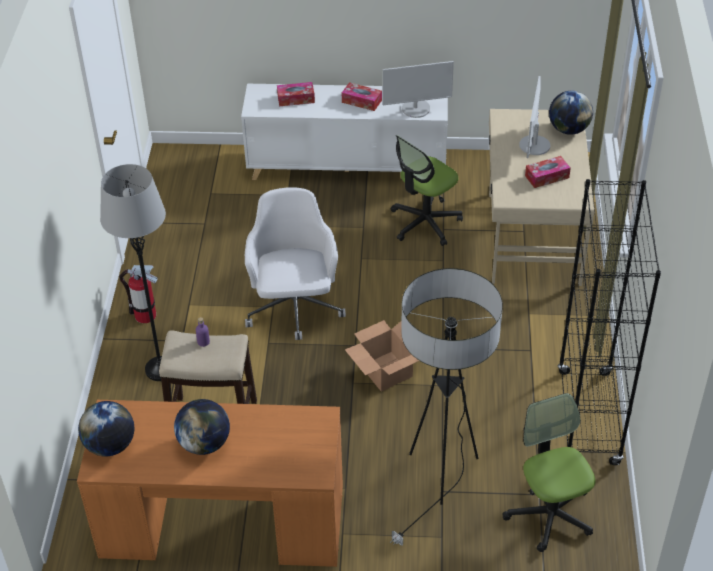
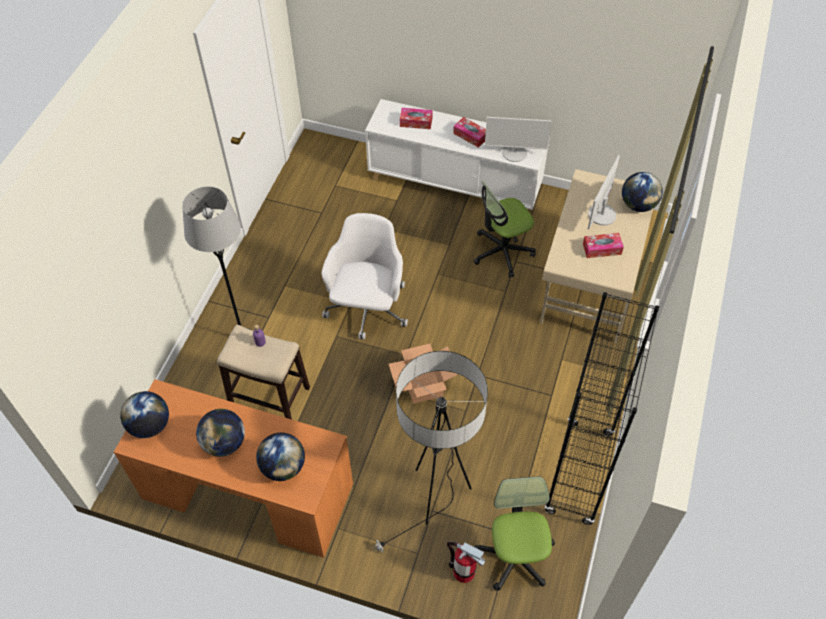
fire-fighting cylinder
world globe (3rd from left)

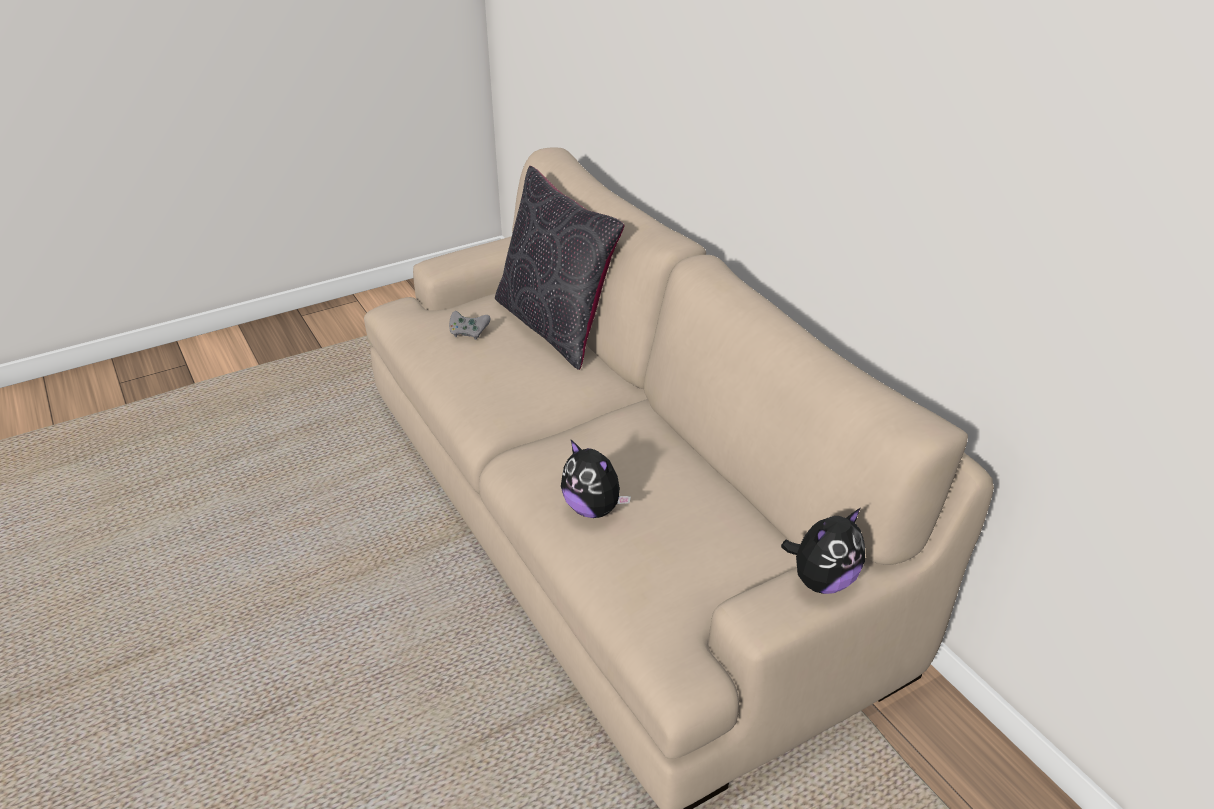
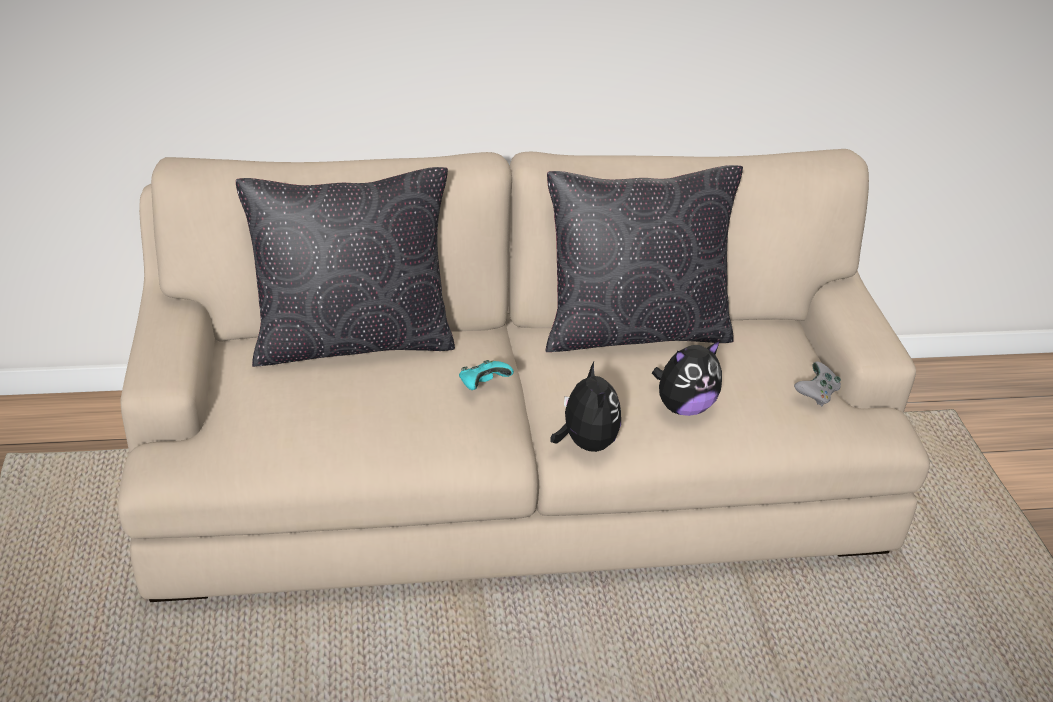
gray gamepad
cuddly toy (1st from left)
turquoise-coloured gamepad
black-coloured throw pillow (2nd from left)

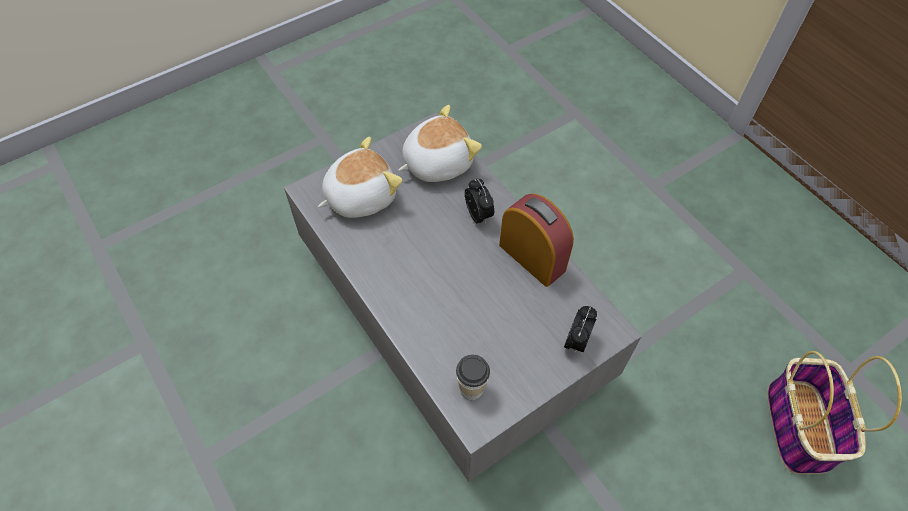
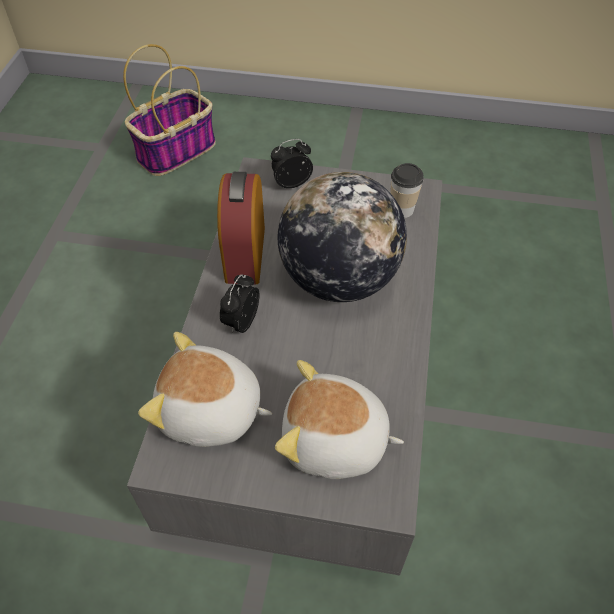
world globe

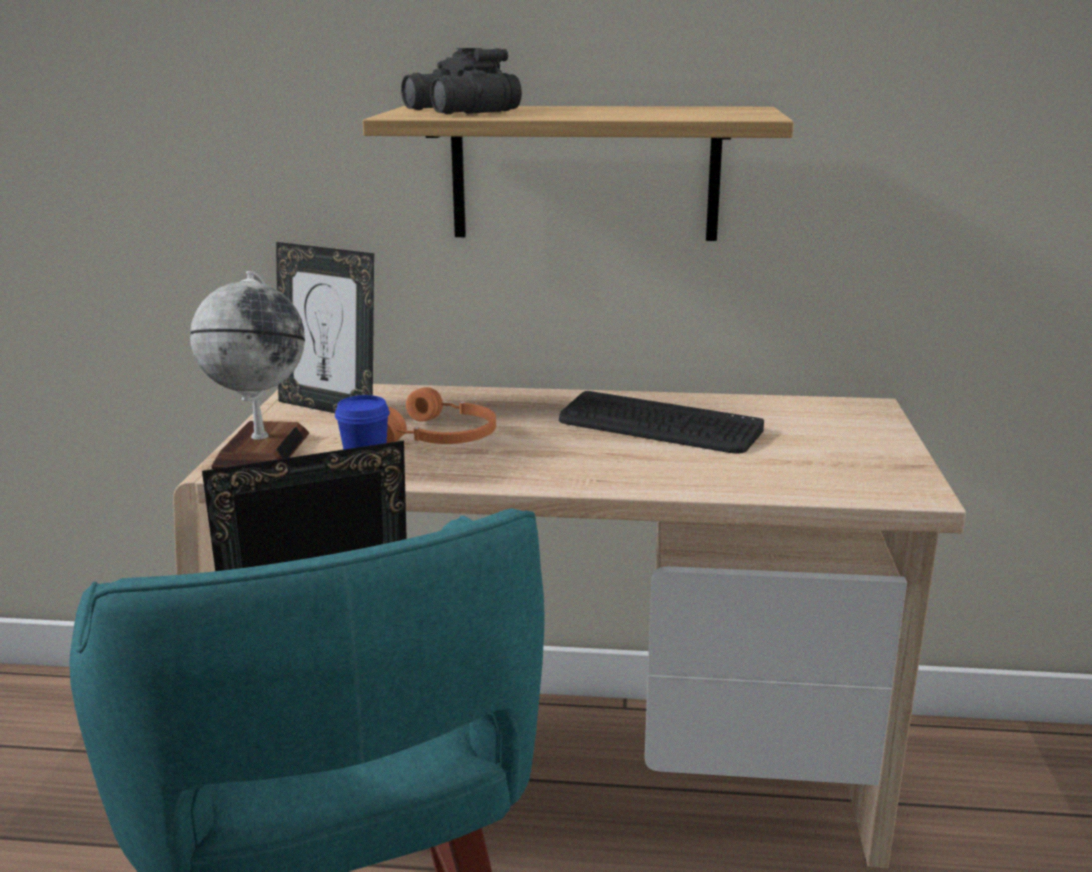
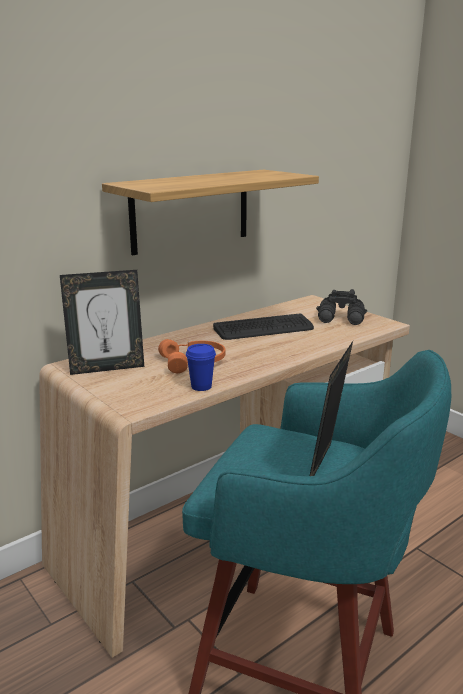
world globe
black-coloured binoculars

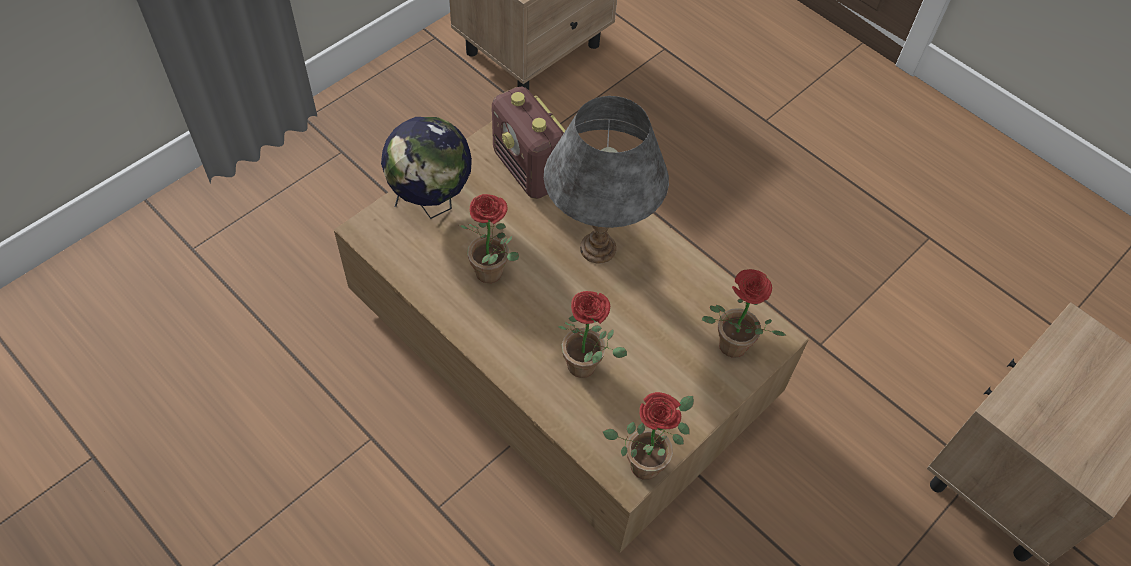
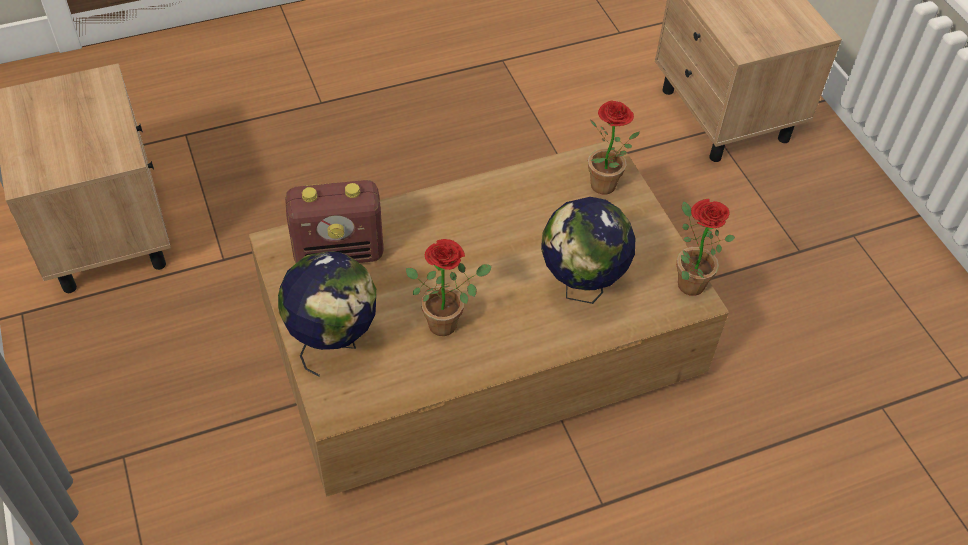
gray lamp for a table
world globe (2nd from left)

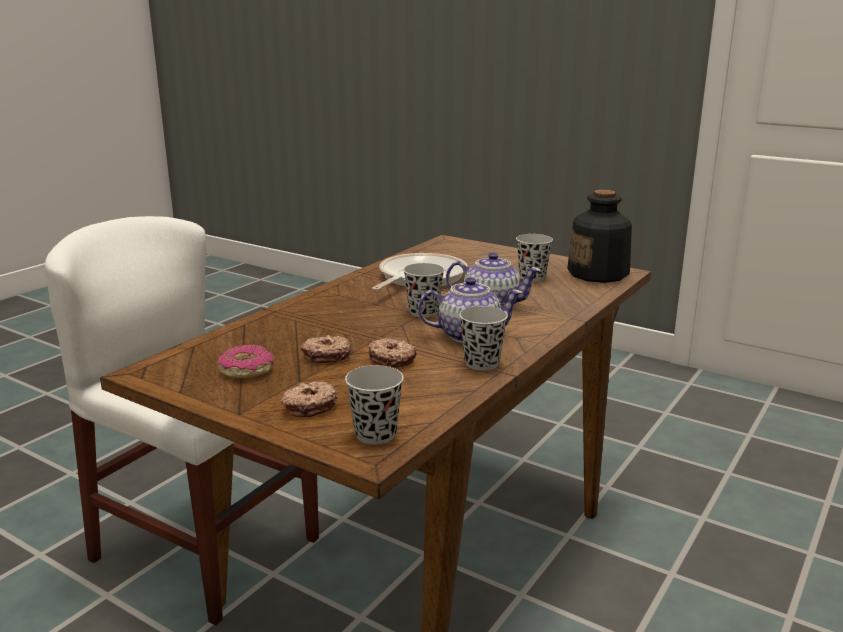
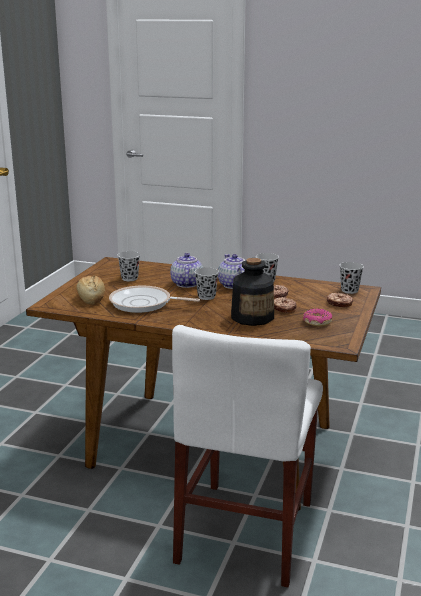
drink bottle
bread

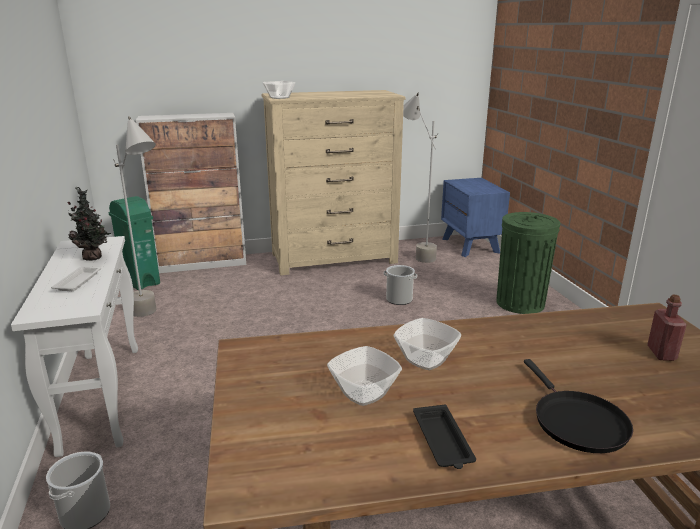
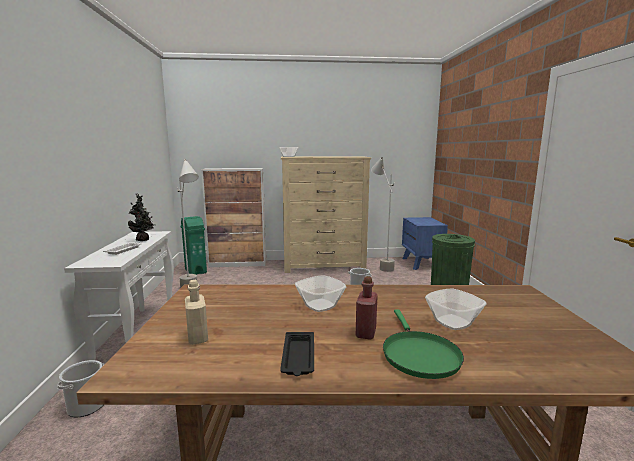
serving bowl (3rd from left)
green skillet
red-coloured drink bottle
sand-coloured drink bottle

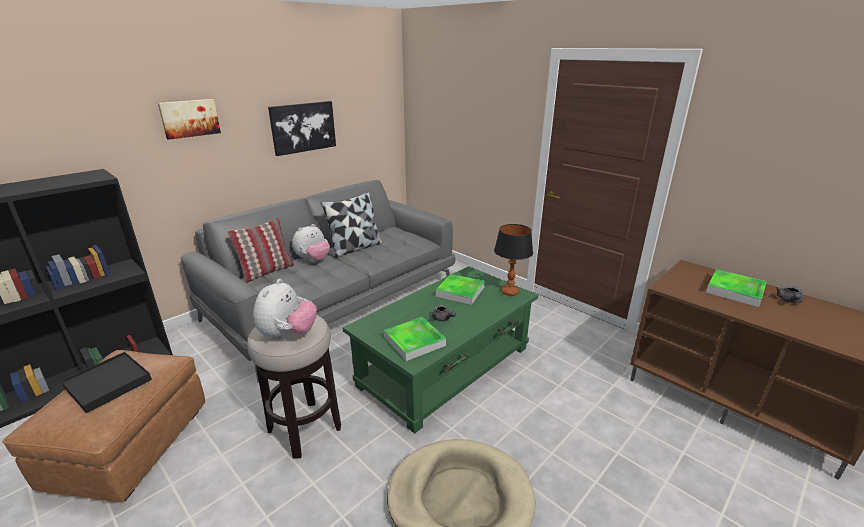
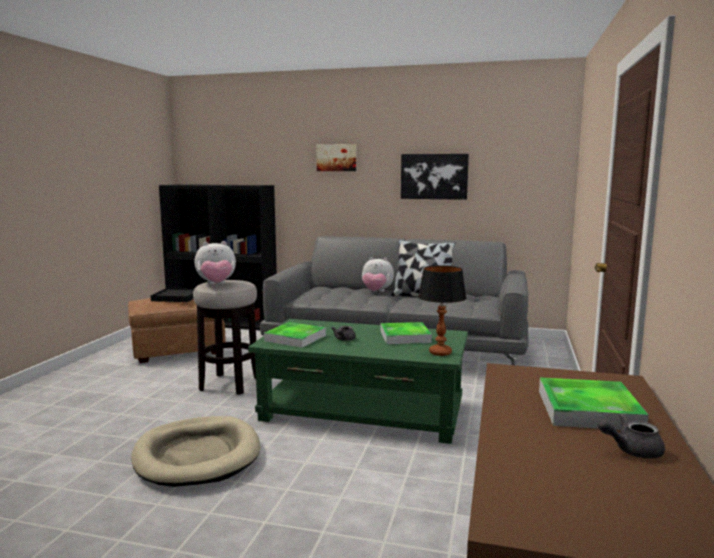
throw pillow (1st from left in the first image)

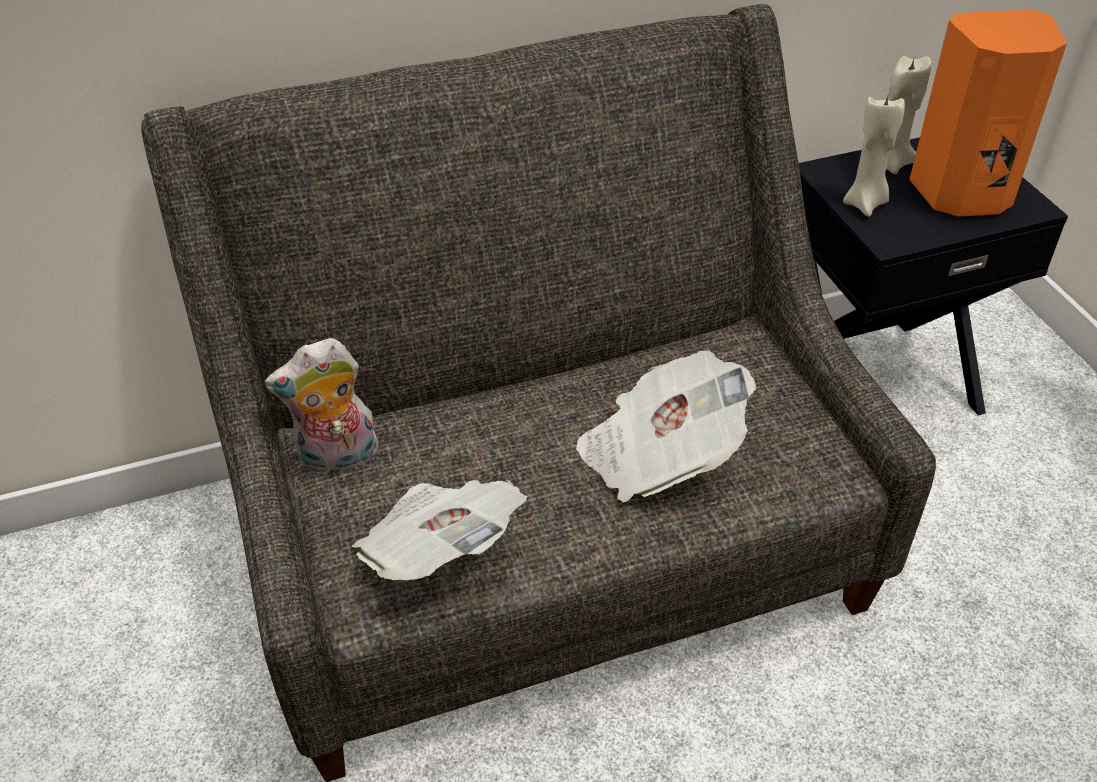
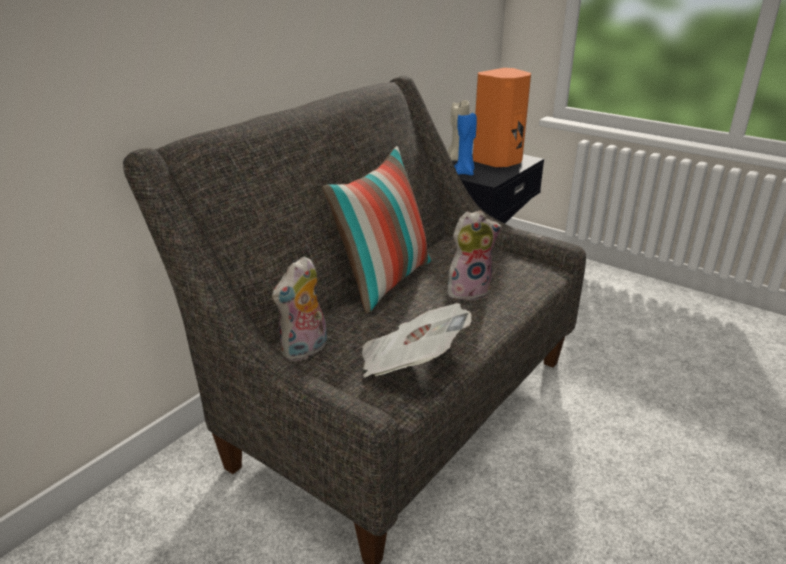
cuddly toy (2nd from left)
blue-coloured wax candle
throw pillow

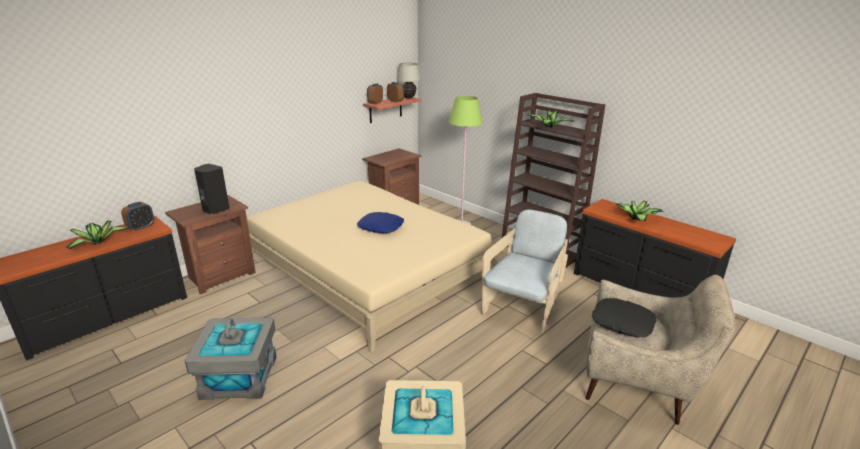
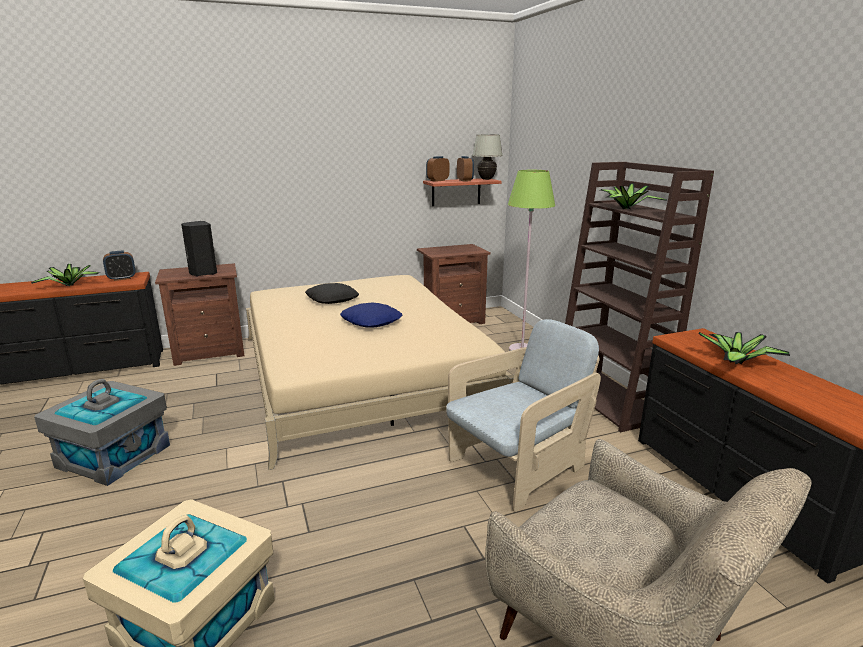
black-coloured throw pillow

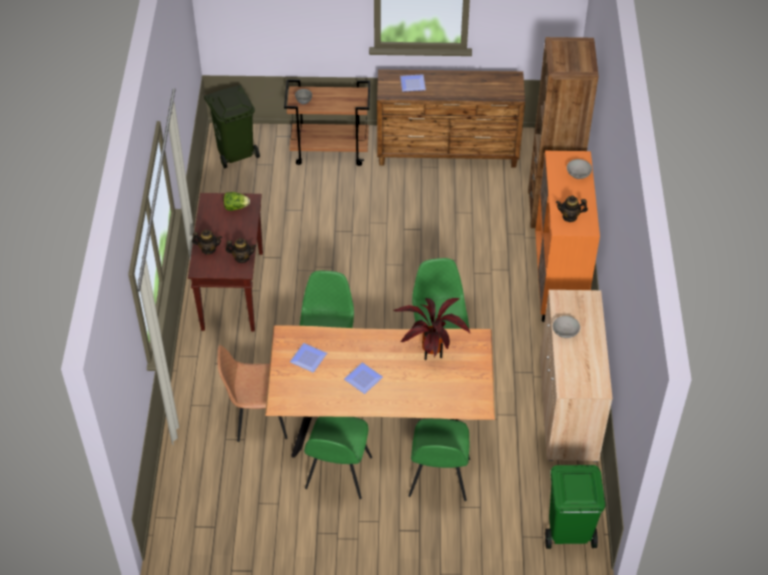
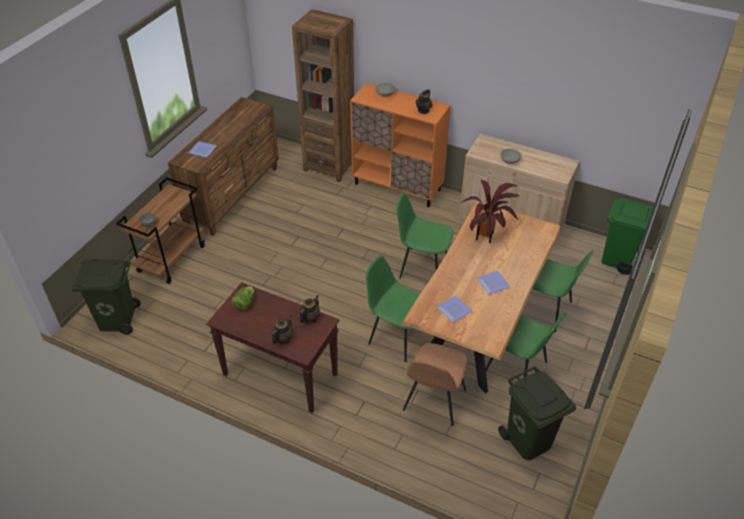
green waste bin (2nd from left)

